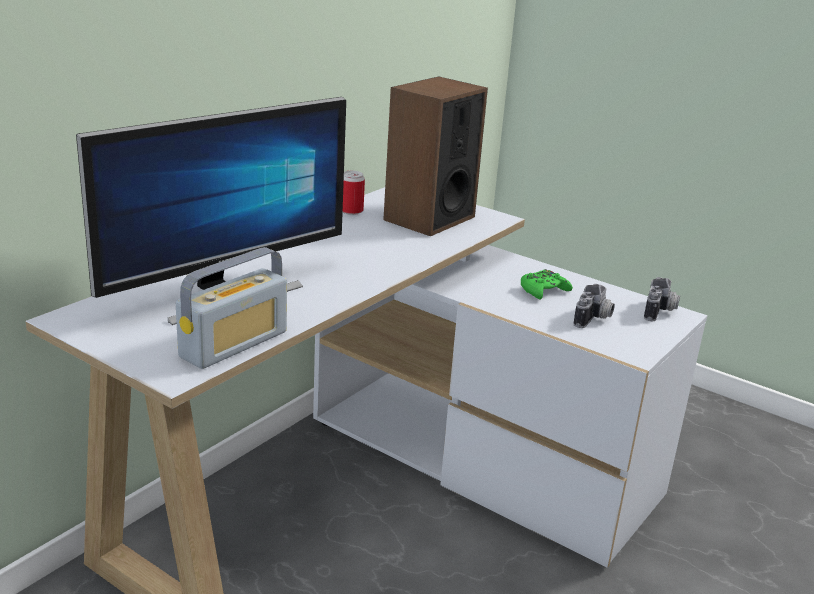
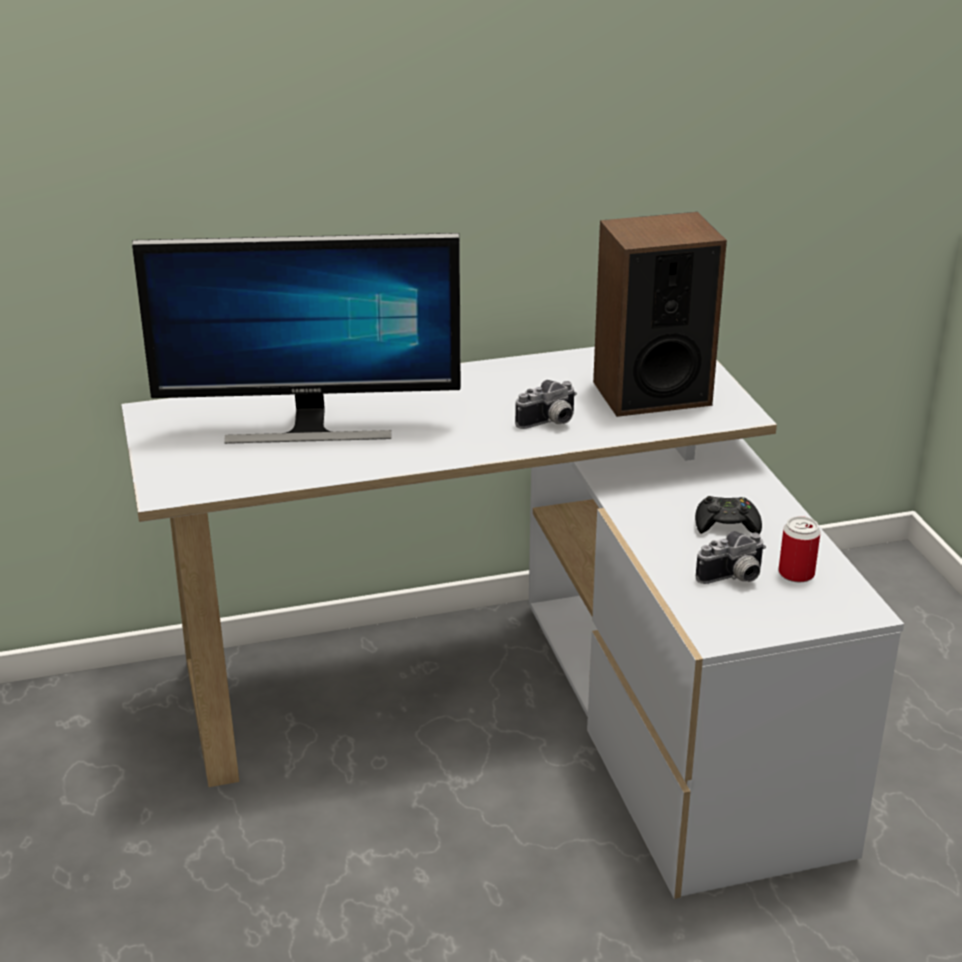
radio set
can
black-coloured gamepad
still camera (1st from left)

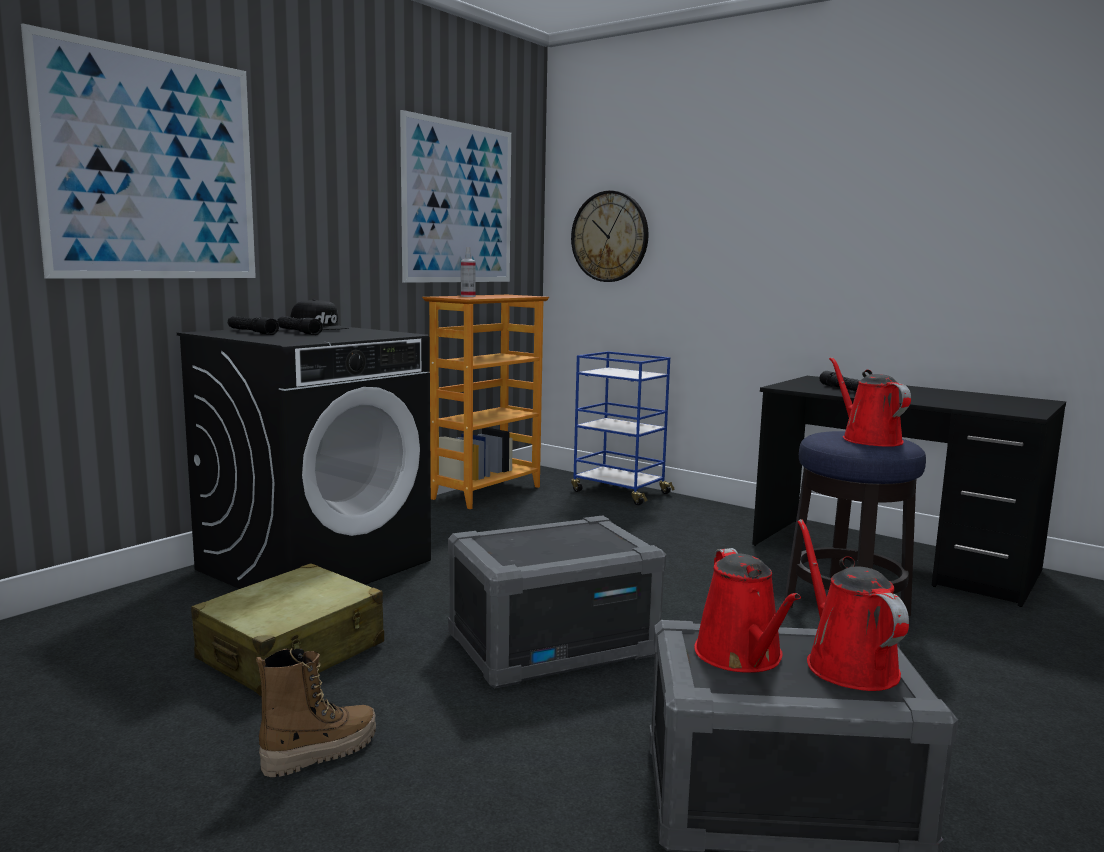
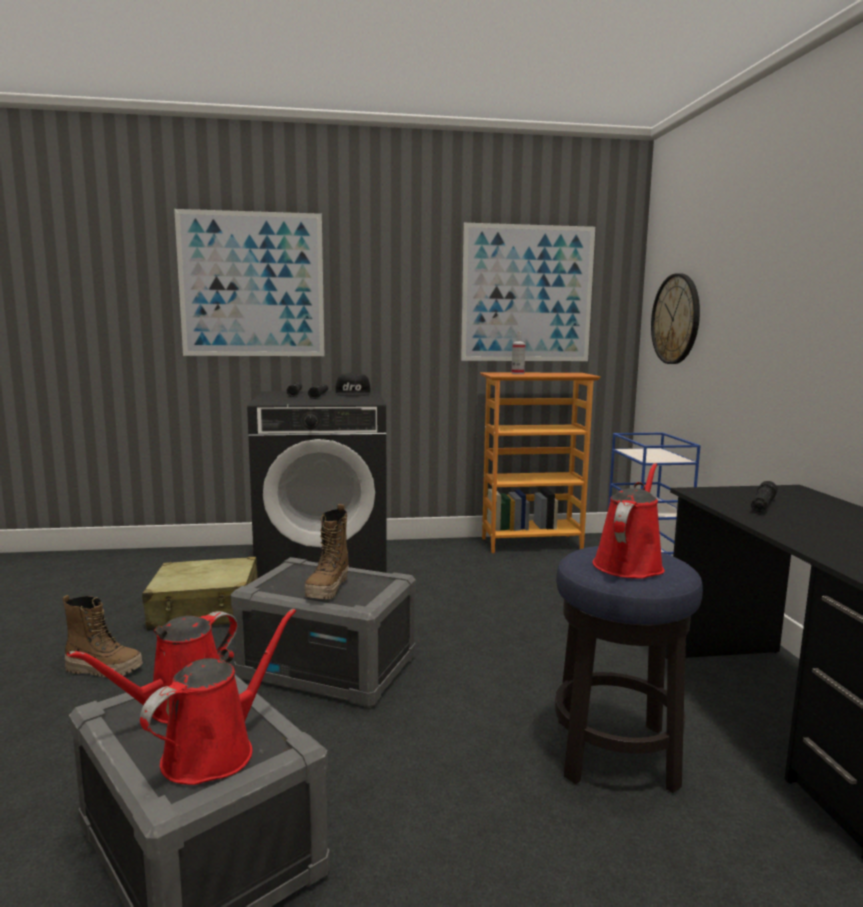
high-top boot (2nd from left)

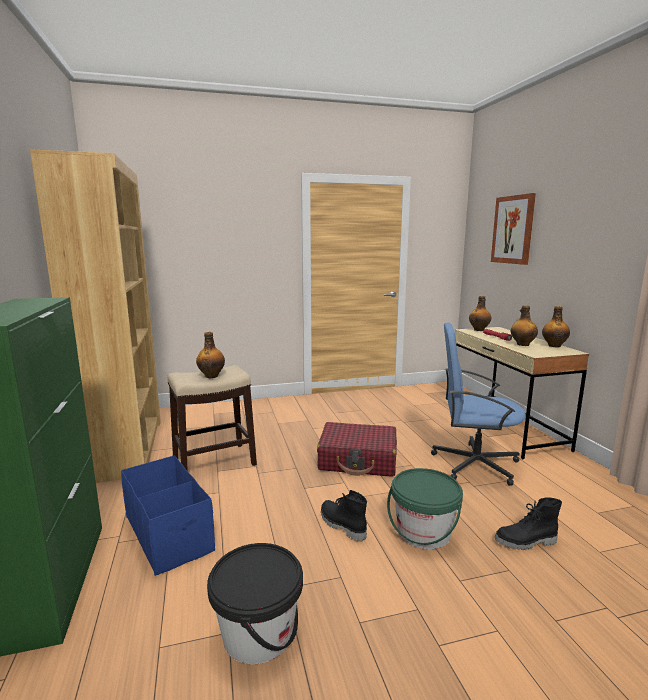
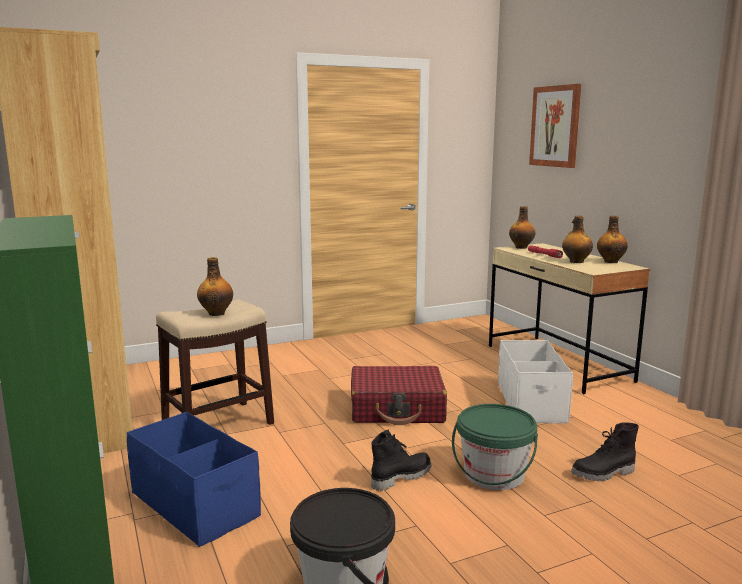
black-coloured high-top boot (1st from left)
white storage bin

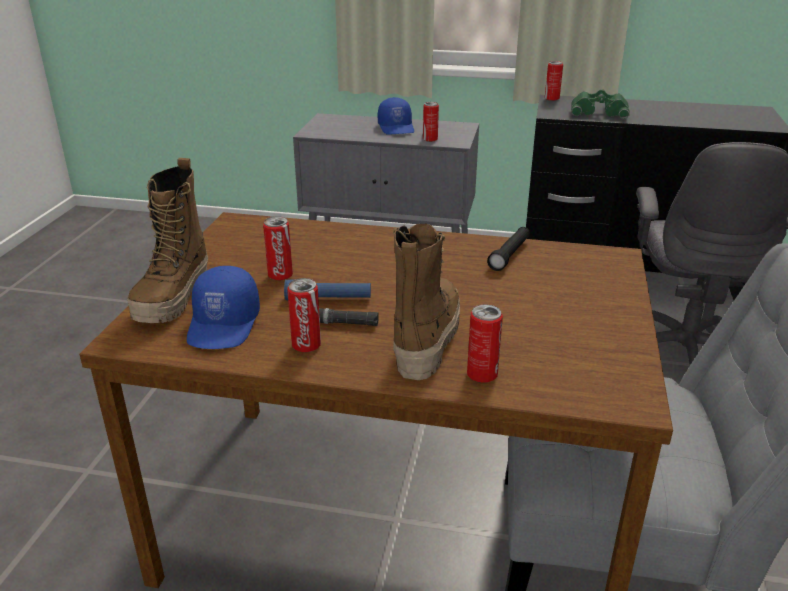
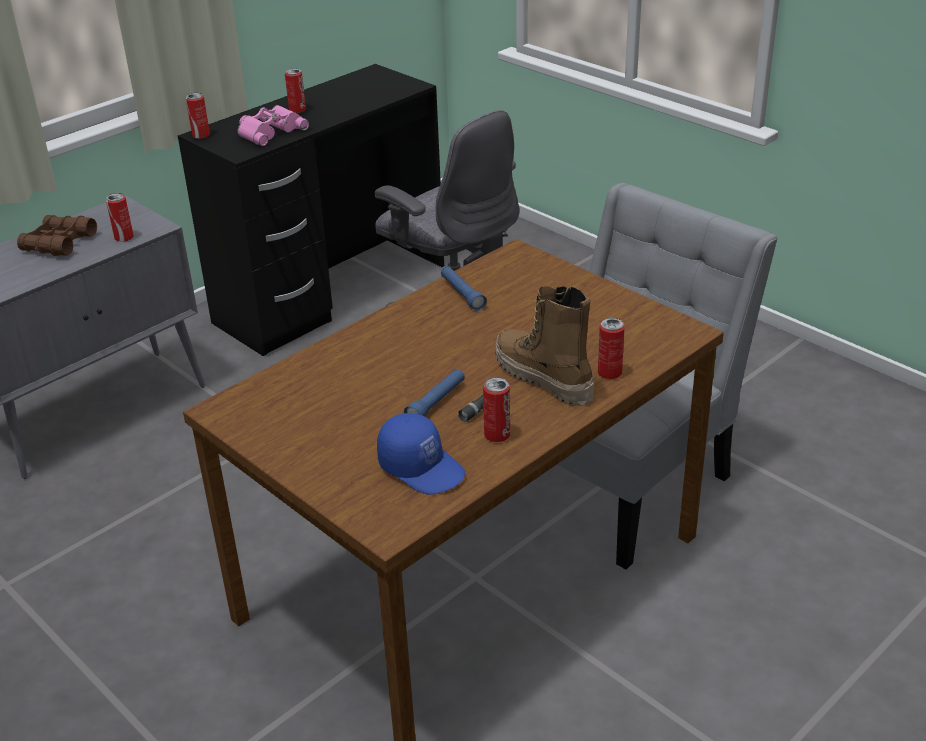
high-top boot (1st from left in the first image)
can (3rd from left)
brown-coloured binoculars
blue-coloured hand torch (2nd from left)
pinkish binoculars

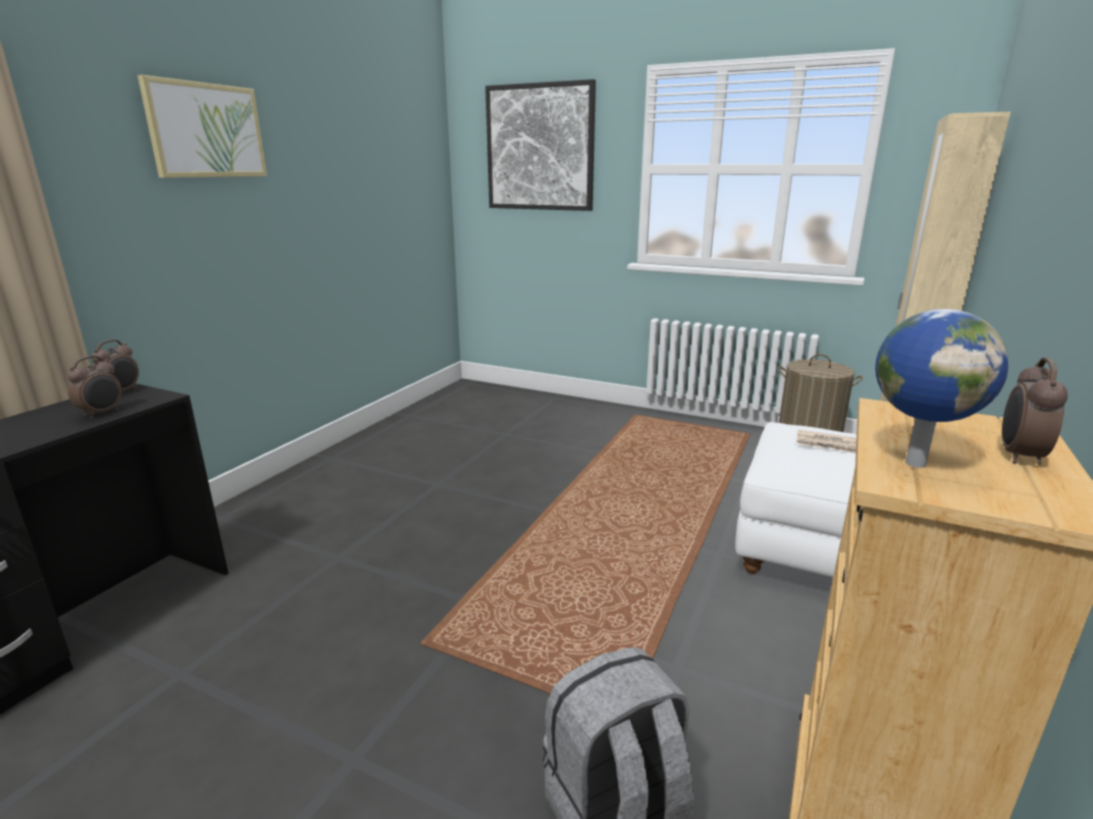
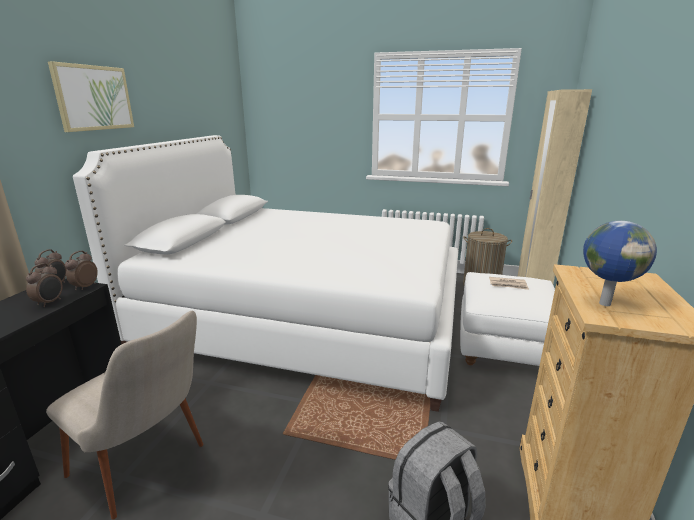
wall art (2nd from left in the first image)
alarm clock (3rd from left)
sand-coloured upright chair
white bed

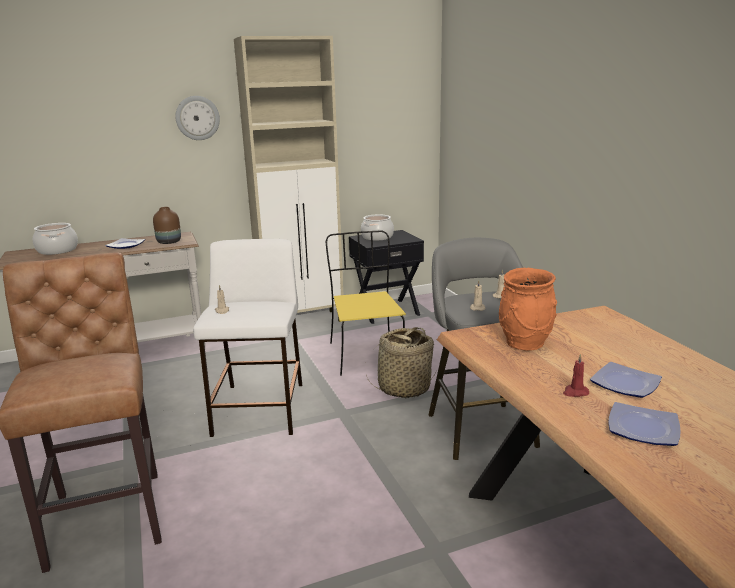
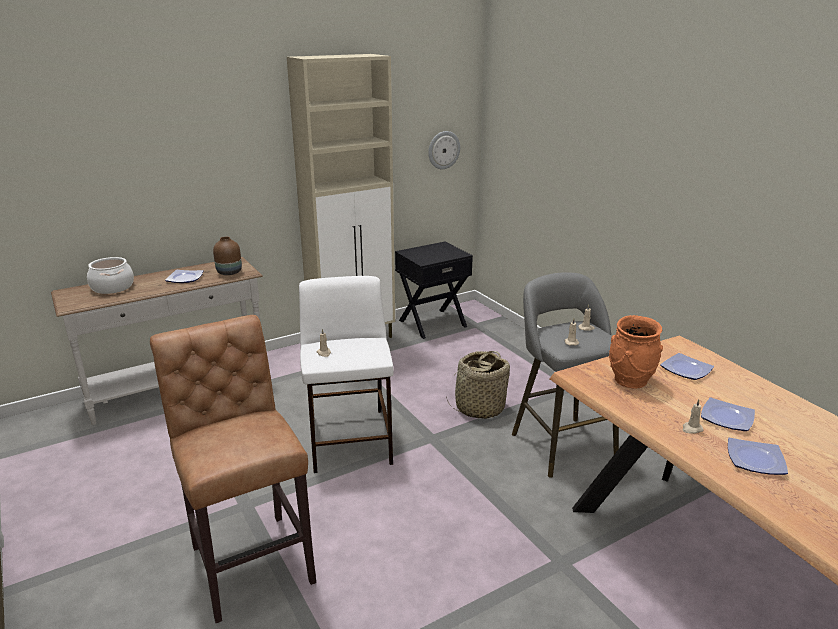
hanging clock
yellowish upright chair
stockpot (2nd from left in the first image)
sand-coloured wax candle (4th from left)
flat dish (2nd from left)

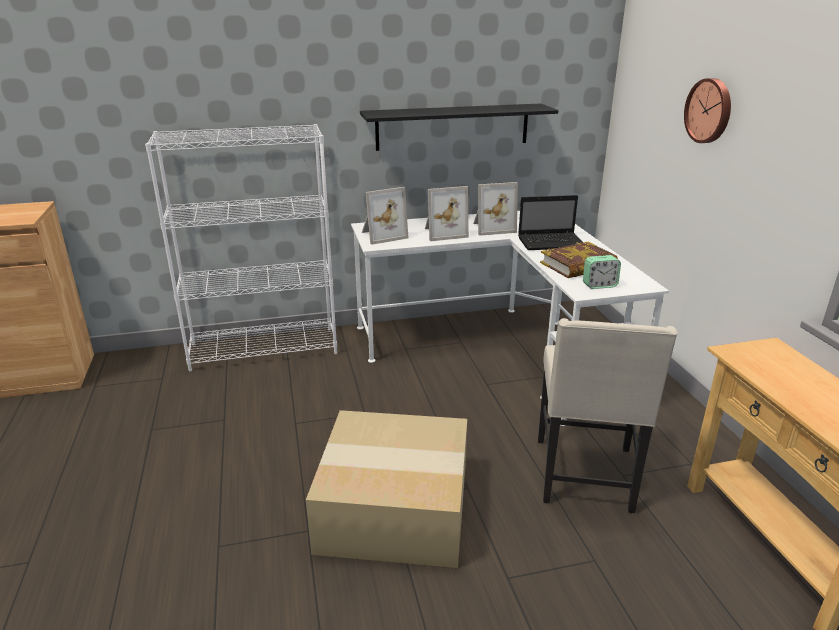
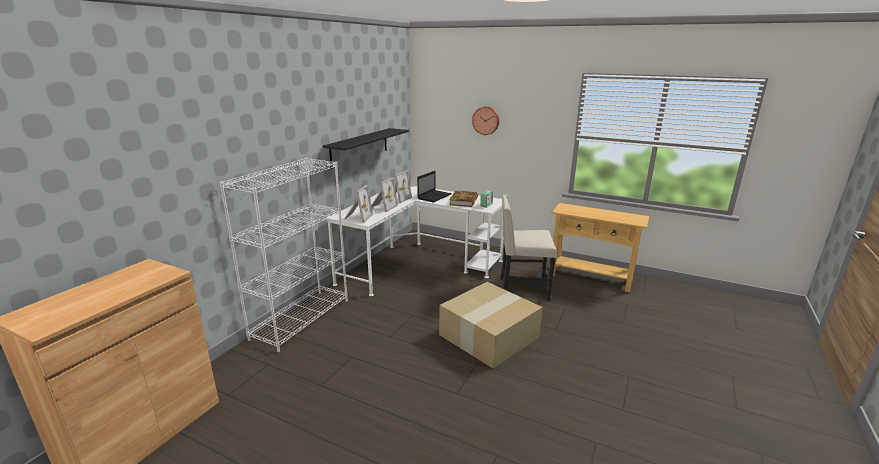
sand-coloured upright chair

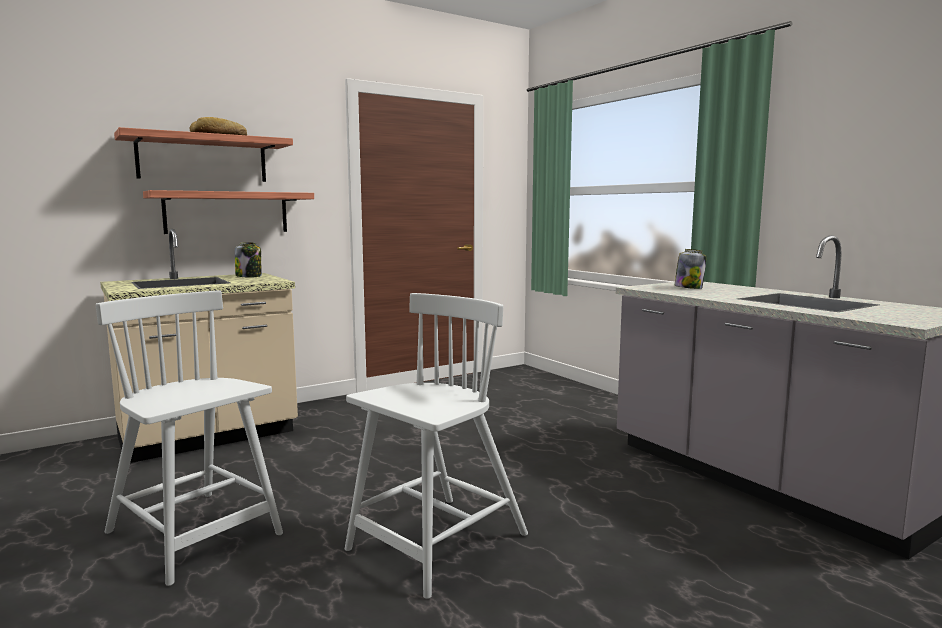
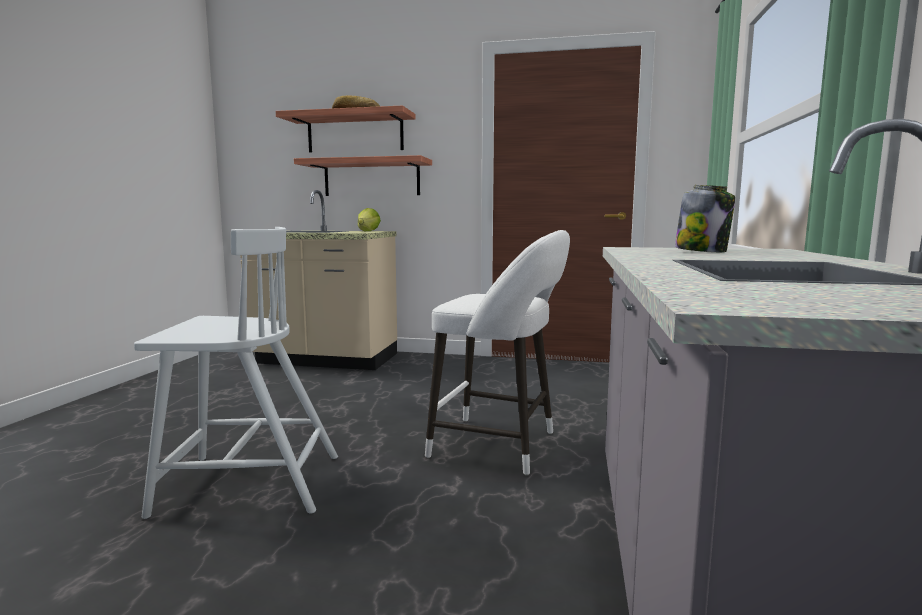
white upright chair (1st from left in the first image)
lettuce head
white sitting stool

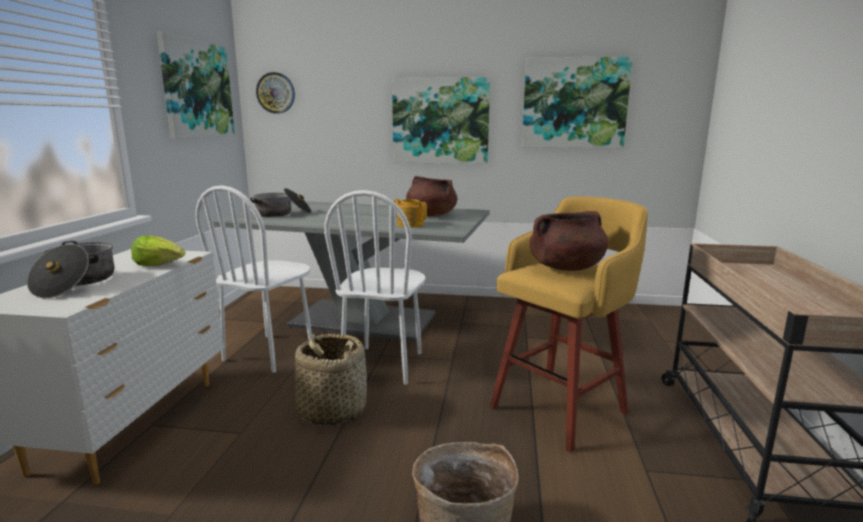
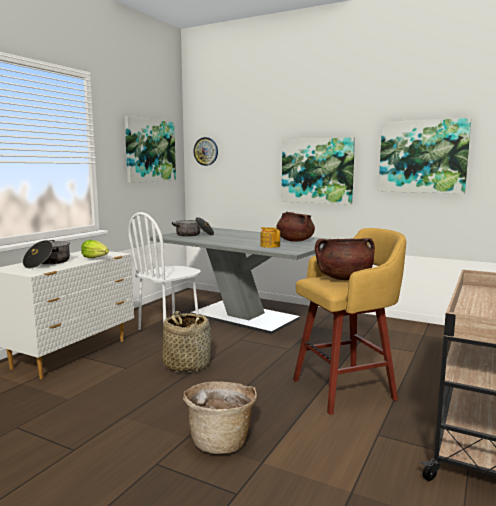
white upright chair (2nd from left in the first image)

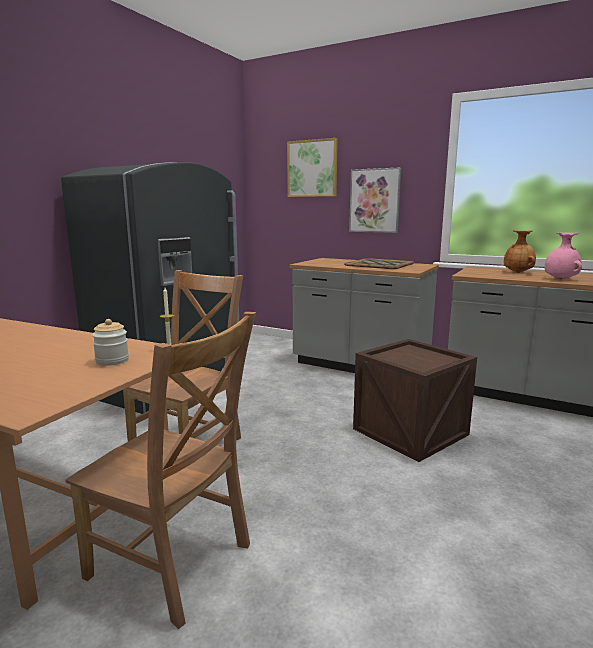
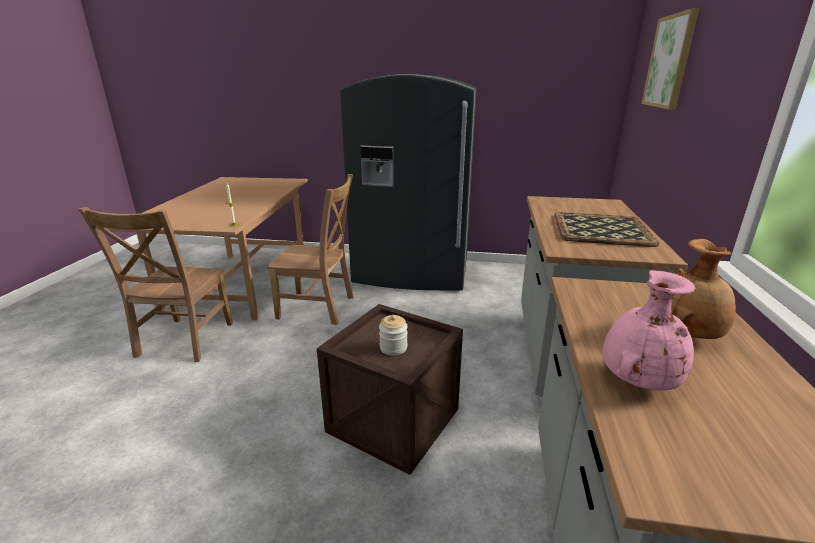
storage jar
wall art (2nd from left in the first image)

